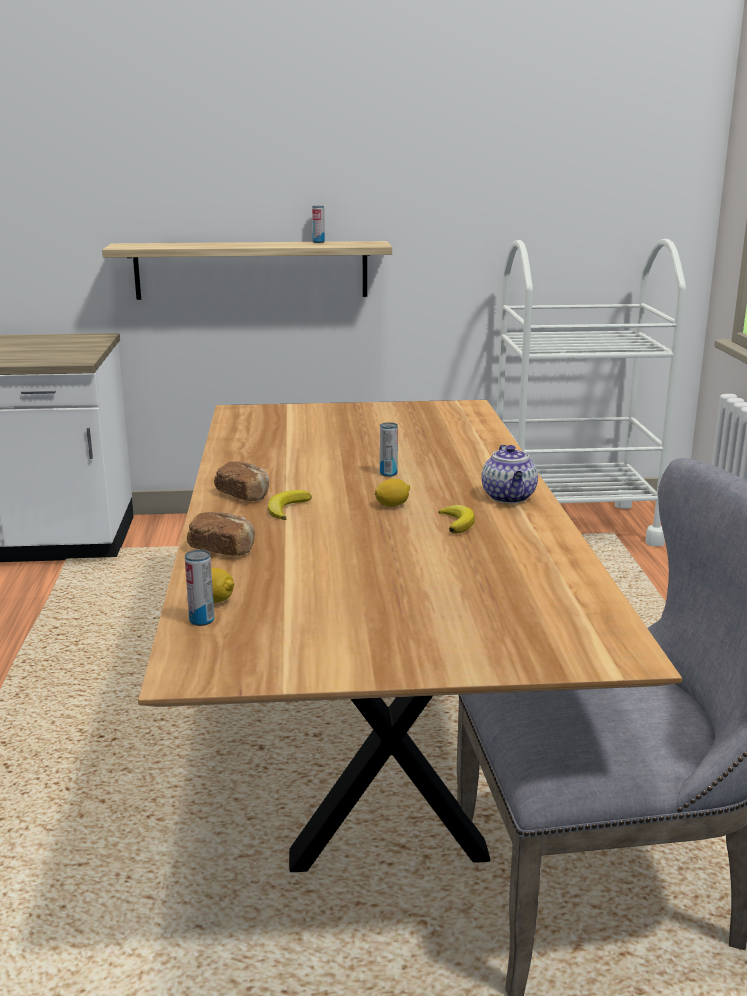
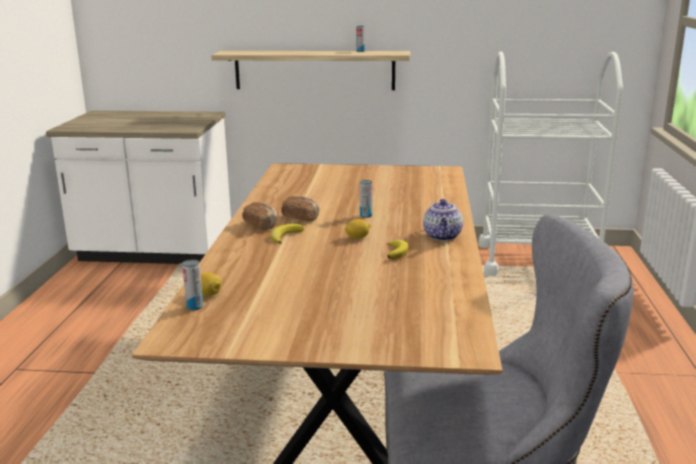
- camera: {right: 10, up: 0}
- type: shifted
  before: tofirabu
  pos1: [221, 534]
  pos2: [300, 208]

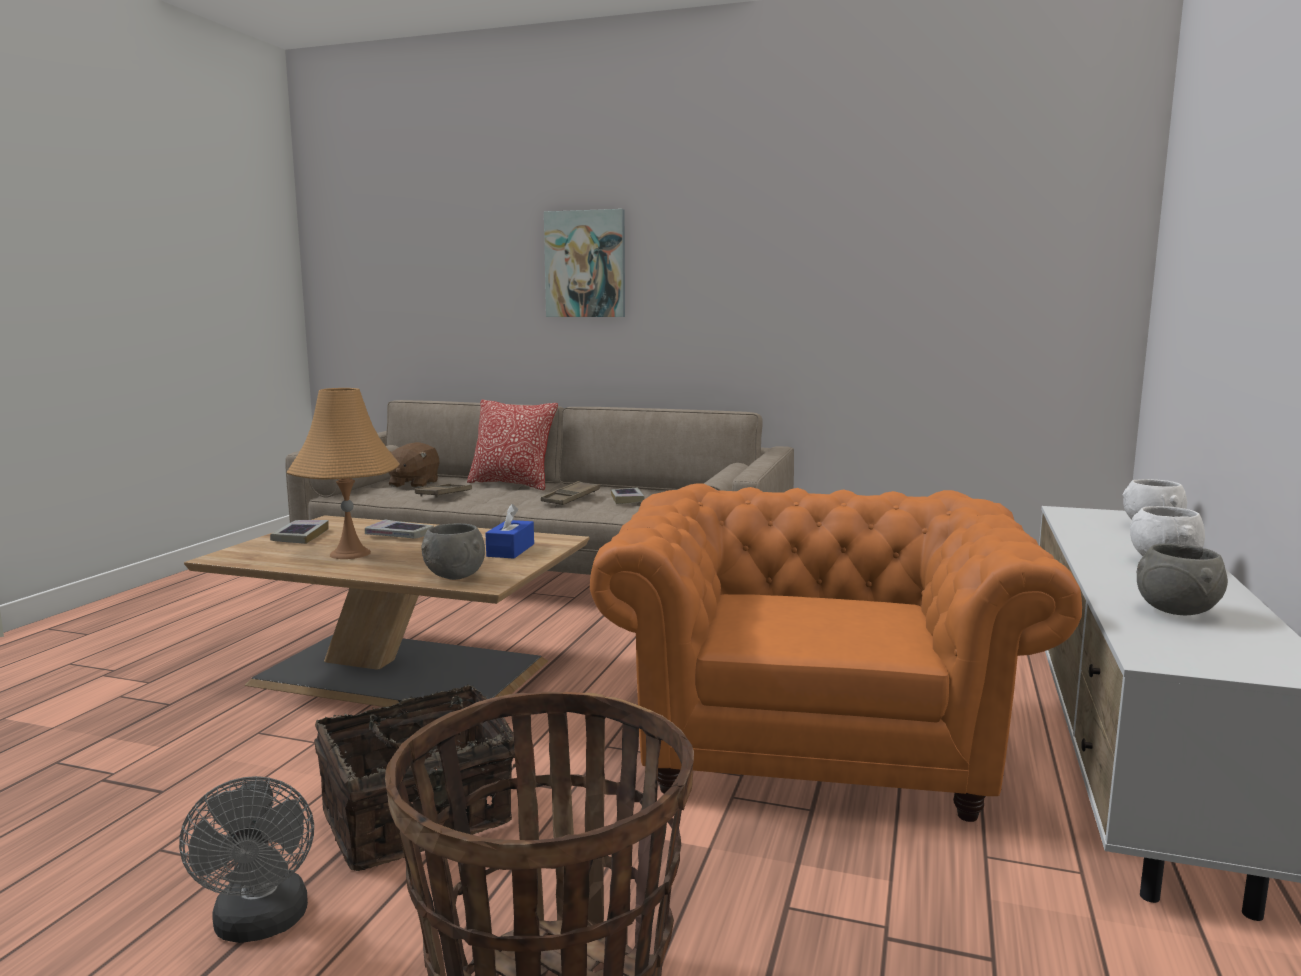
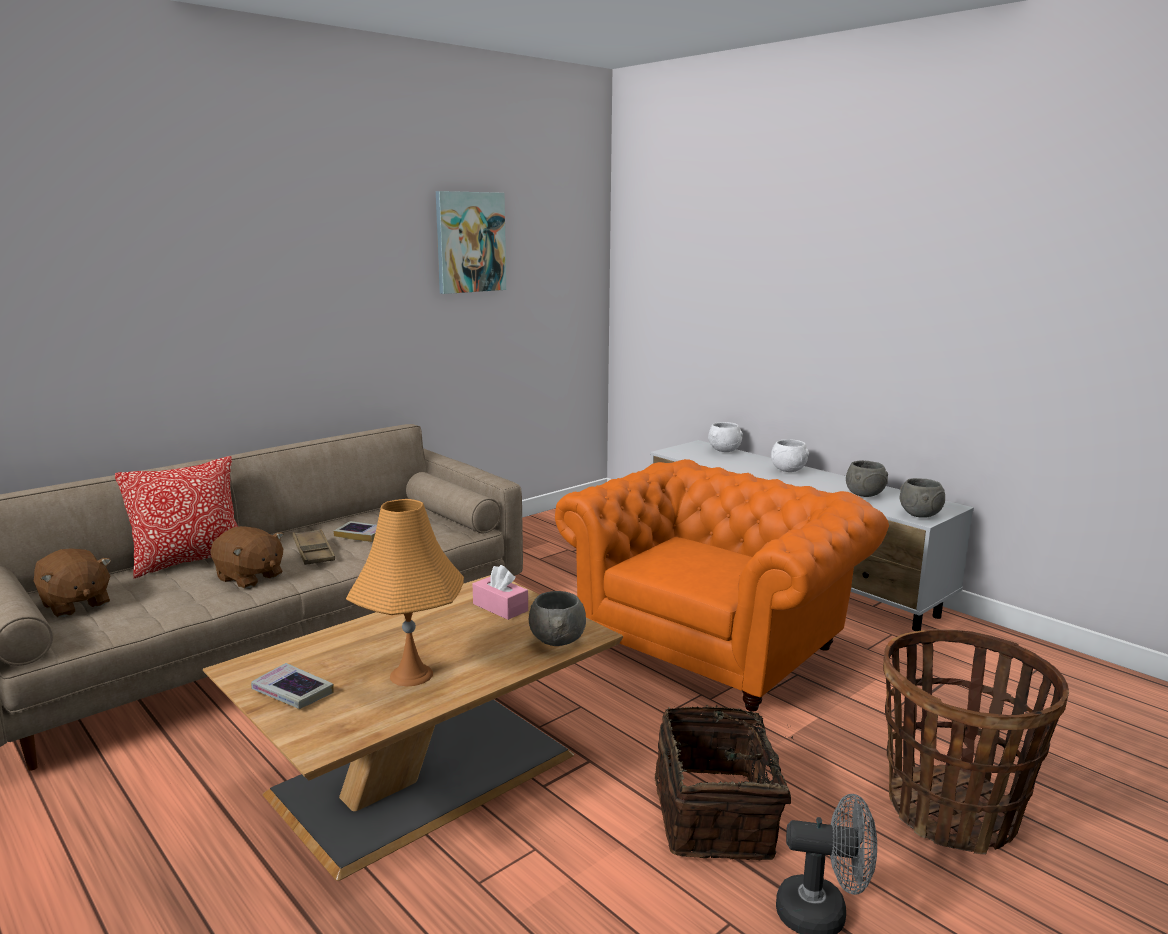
- camera: {right: -60, up: 5}
- type: new
  after: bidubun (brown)
  pos2: [247, 557]
- type: shifted
  before: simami
  pos1: [584, 263]
  pos2: [471, 242]
- type: repainted
  before: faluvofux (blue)
  after: faluvofux (pink)
  pos1: [509, 531]
  pos2: [500, 592]
- type: rotated
  before: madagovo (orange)
  pos1: [836, 652]
  pos2: [722, 585]
  turn: 90
- type: new
  after: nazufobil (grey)
  pos2: [922, 498]
- type: gone
  before: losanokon
  pos1: [399, 529]
- type: gone
  before: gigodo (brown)
  pos1: [443, 491]

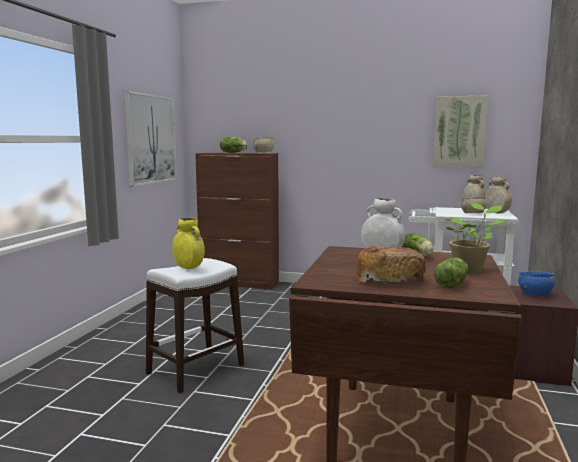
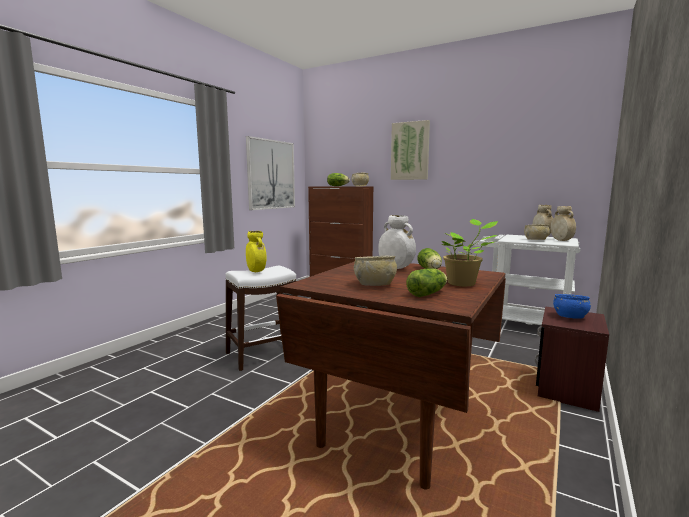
- camera: {right: 15, up: 0}
- type: swapped
  before: tofirabu
  after: nazufobil (beige)
  pos1: [391, 265]
  pos2: [375, 271]
- type: shifted
  before: simami
  pos1: [460, 131]
  pos2: [410, 150]

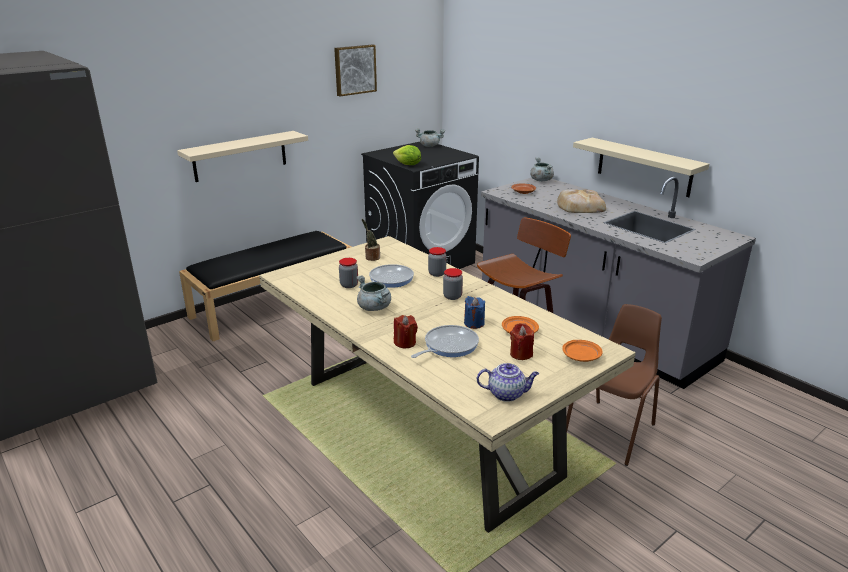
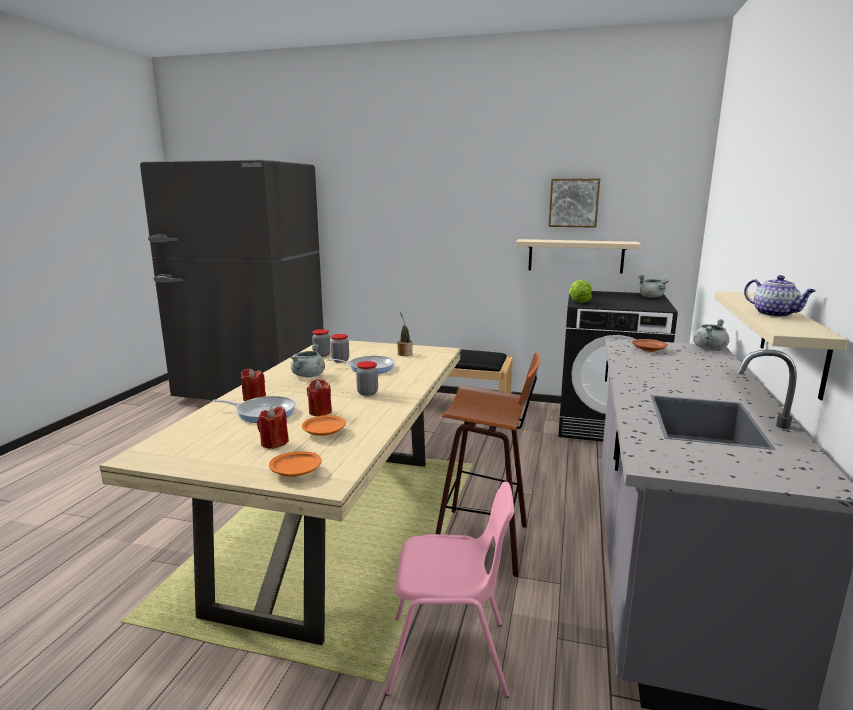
- camera: {right: 55, up: -10}
- type: repainted
  before: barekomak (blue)
  after: barekomak (red)
  pos1: [474, 312]
  pos2: [319, 397]
- type: shifted
  before: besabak
  pos1: [437, 262]
  pos2: [321, 343]
- type: repainted
  before: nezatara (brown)
  after: nezatara (pink)
  pos1: [614, 385]
  pos2: [449, 589]
- type: shifted
  before: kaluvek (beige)
  pos1: [242, 156]
  pos2: [578, 256]
- type: shifted
  before: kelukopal
  pos1: [508, 382]
  pos2: [780, 296]
- type: gone
  before: tofirabu
  pos1: [581, 201]

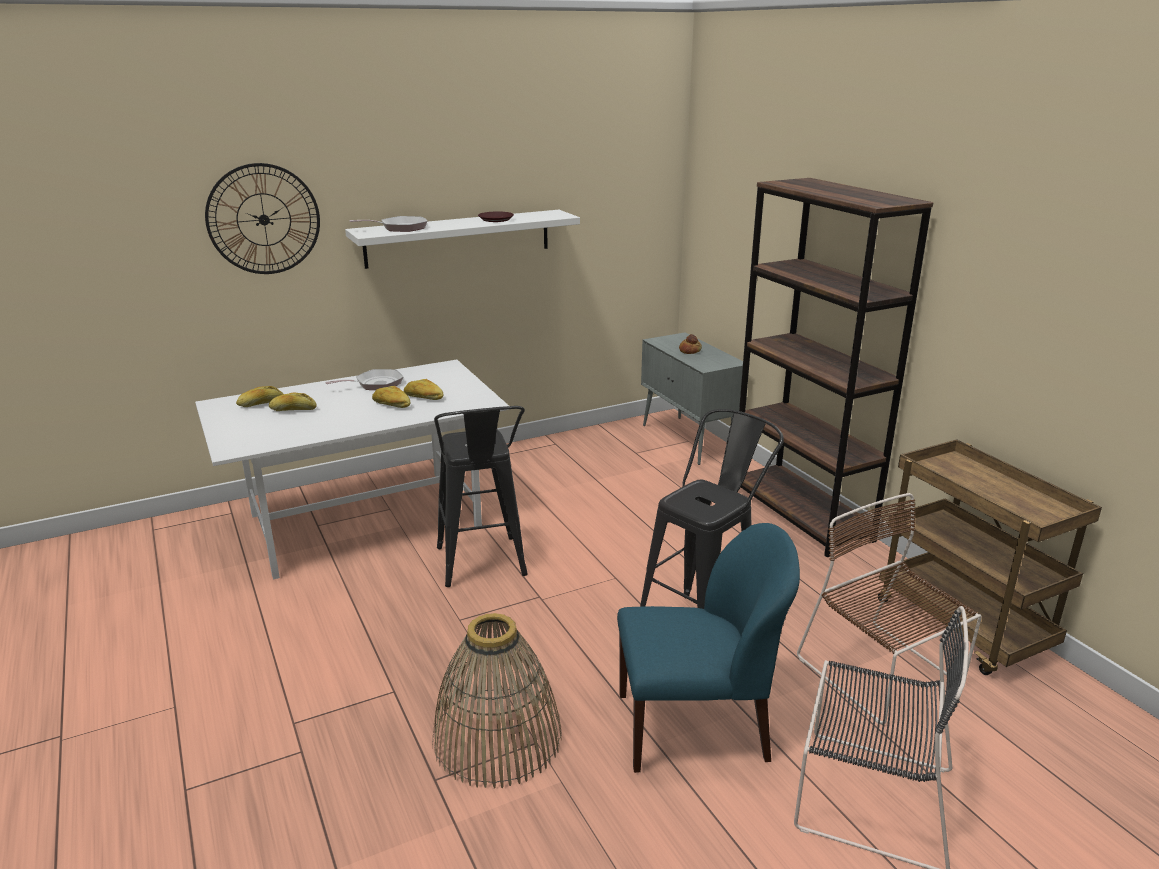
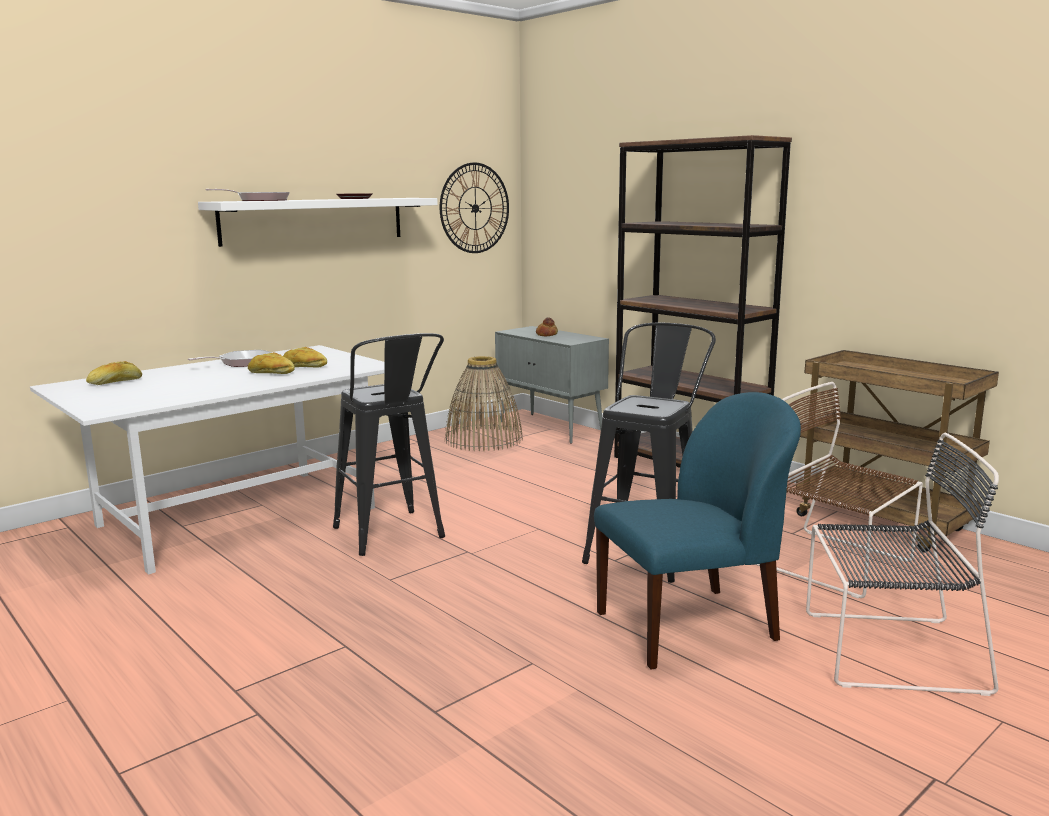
- camera: {right: -15, up: -10}
- type: shifted
  before: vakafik
  pos1: [262, 218]
  pos2: [474, 207]
- type: shifted
  before: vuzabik
  pos1: [497, 701]
  pos2: [484, 403]
- type: gone
  before: tofirabu
  pos1: [293, 402]

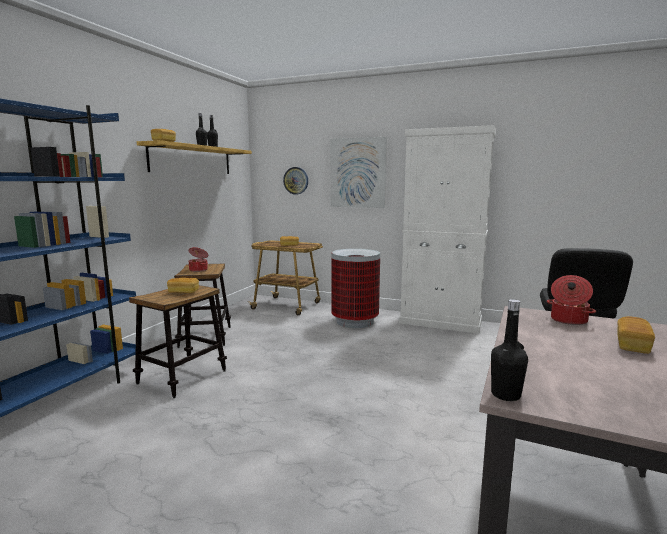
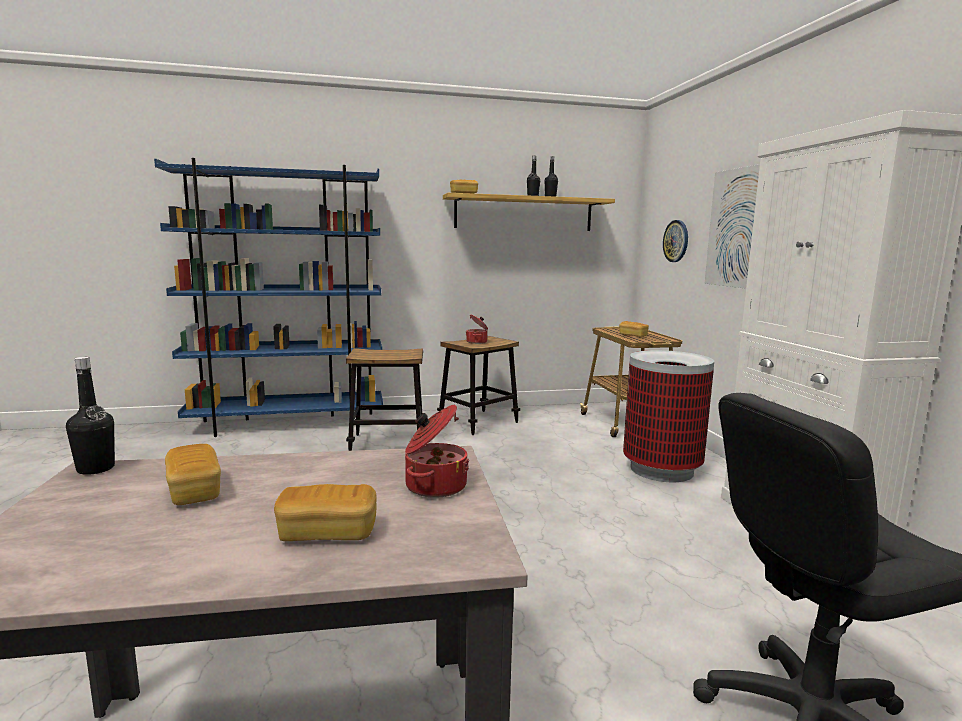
- camera: {right: 55, up: 0}
- type: shifted
  before: tofirabu
  pos1: [183, 285]
  pos2: [193, 474]

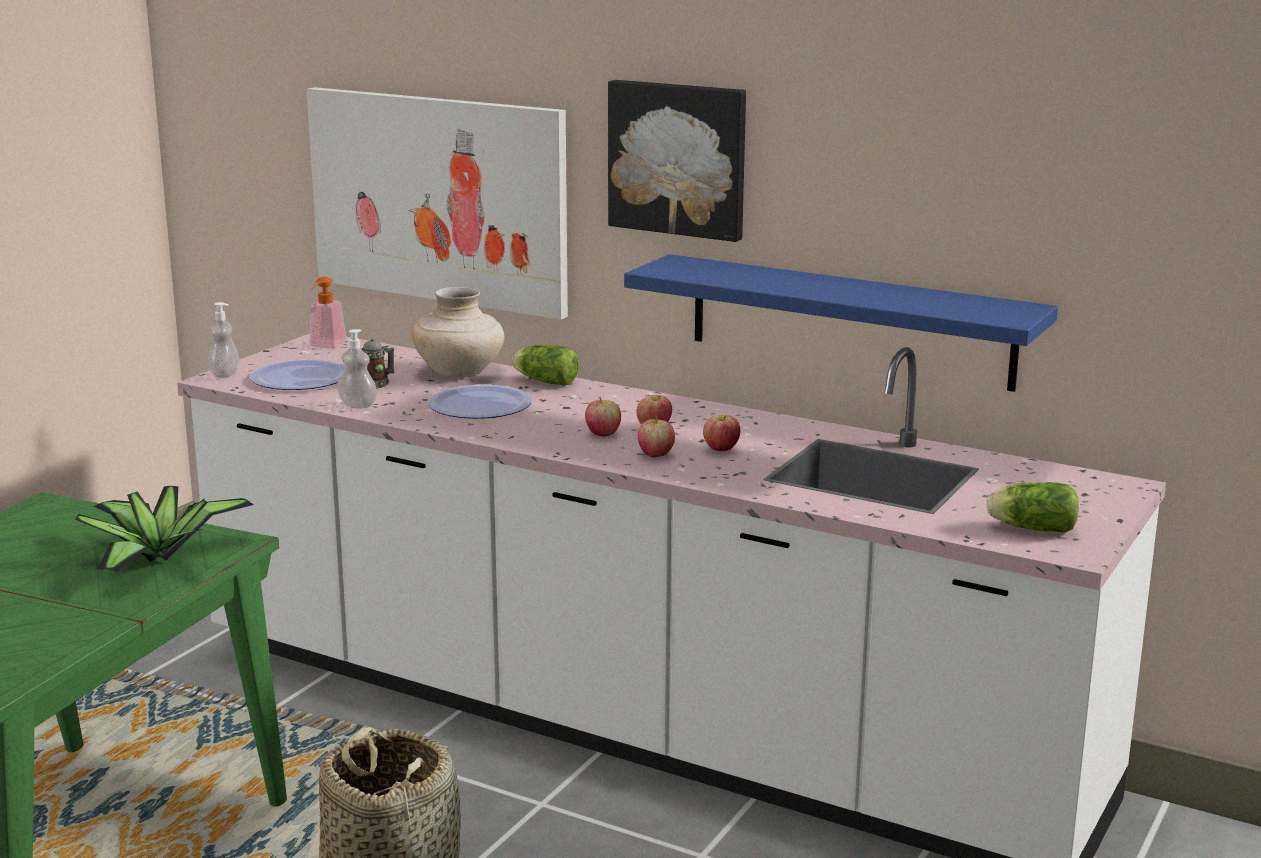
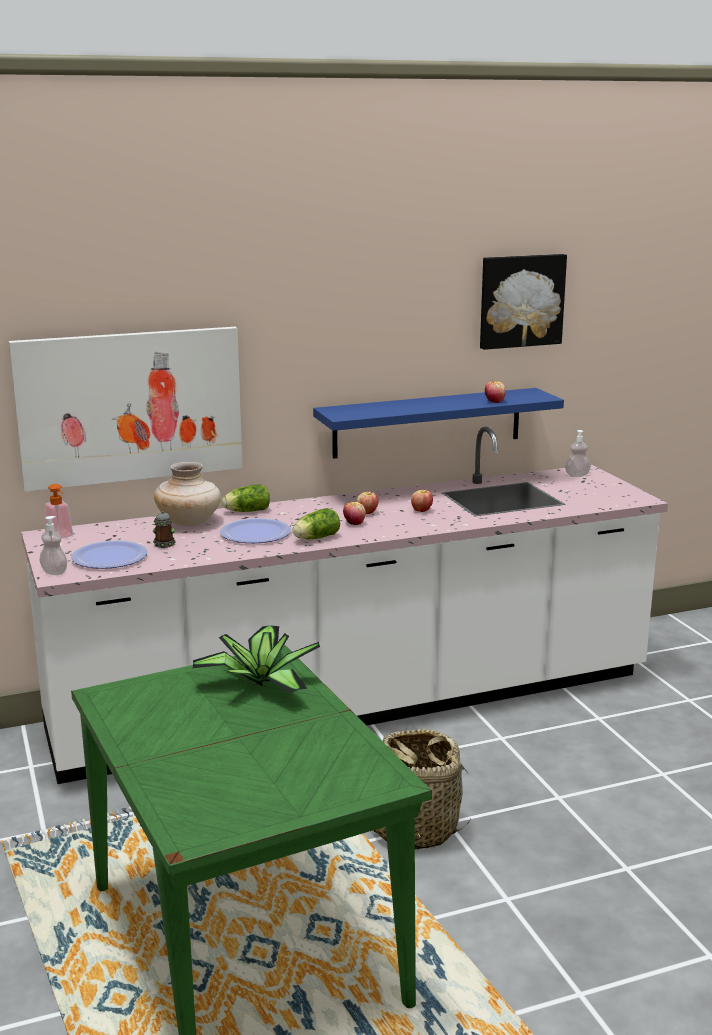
- camera: {right: -50, up: 0}
- type: shifted
  before: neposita
  pos1: [1032, 507]
  pos2: [316, 523]
- type: shifted
  before: simami
  pos1: [677, 161]
  pos2: [523, 302]
- type: shifted
  before: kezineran
  pos1: [656, 436]
  pos2: [495, 391]
- type: shifted
  before: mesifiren
  pos1: [357, 369]
  pos2: [578, 453]

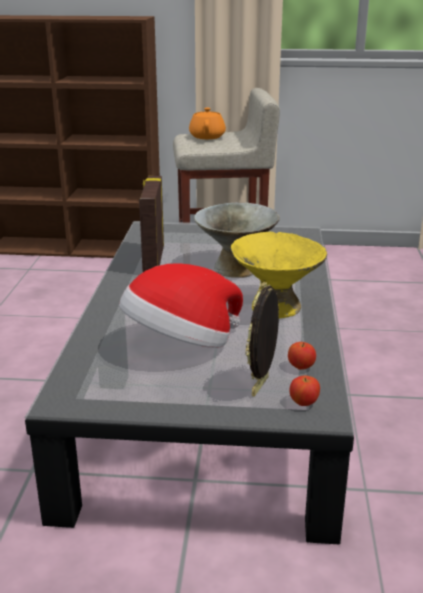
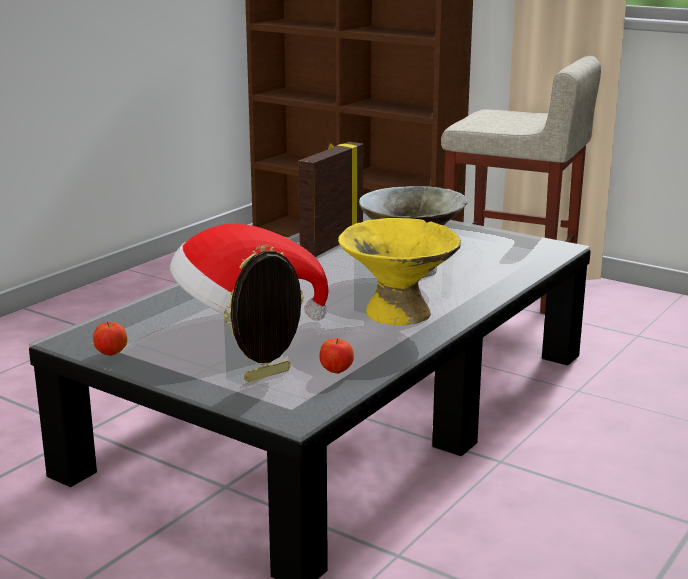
- camera: {right: 30, up: -5}
- type: shifted
  before: kezineran
  pos1: [305, 390]
  pos2: [110, 339]
- type: gone
  before: kelukopal (orange)
  pos1: [207, 123]

